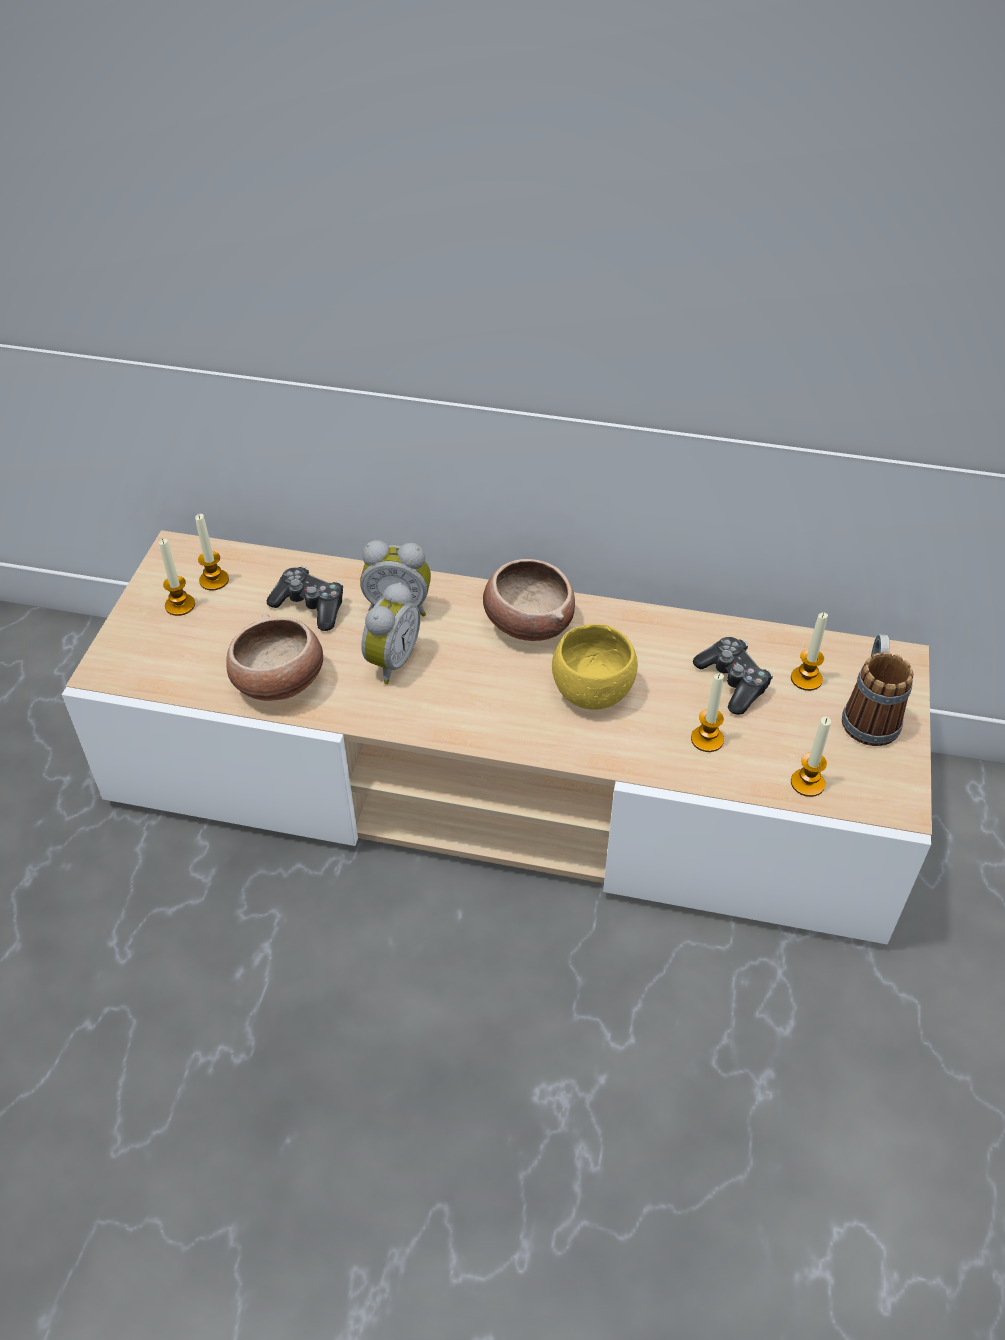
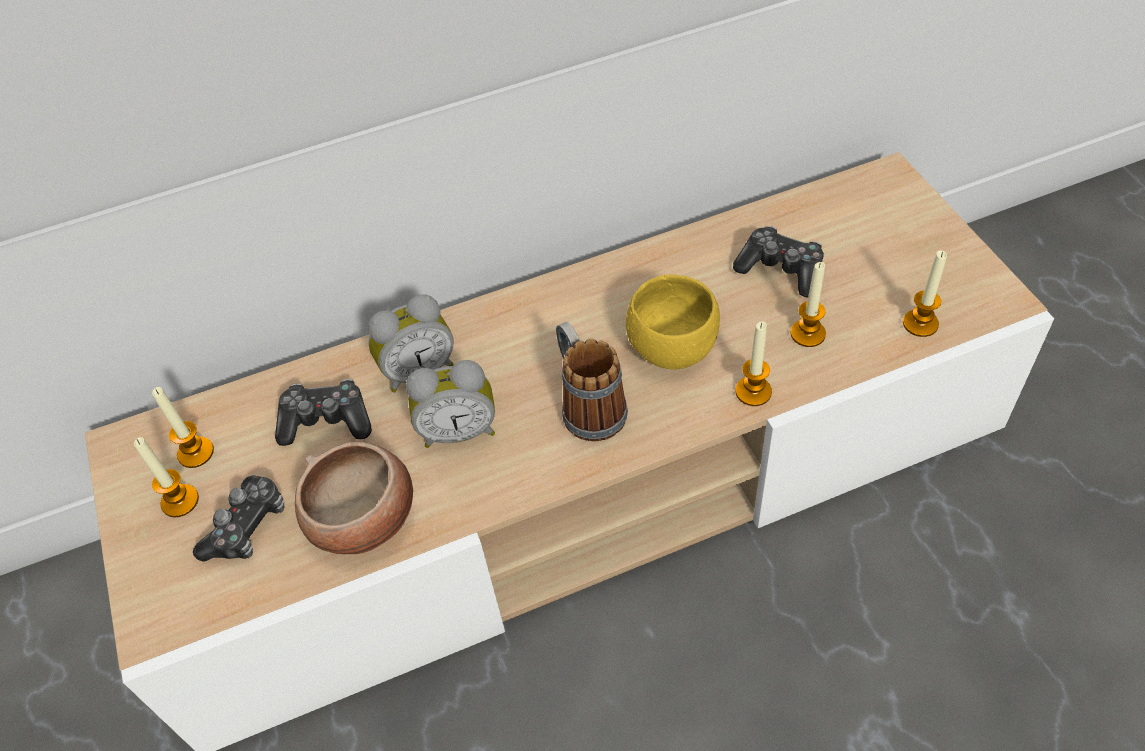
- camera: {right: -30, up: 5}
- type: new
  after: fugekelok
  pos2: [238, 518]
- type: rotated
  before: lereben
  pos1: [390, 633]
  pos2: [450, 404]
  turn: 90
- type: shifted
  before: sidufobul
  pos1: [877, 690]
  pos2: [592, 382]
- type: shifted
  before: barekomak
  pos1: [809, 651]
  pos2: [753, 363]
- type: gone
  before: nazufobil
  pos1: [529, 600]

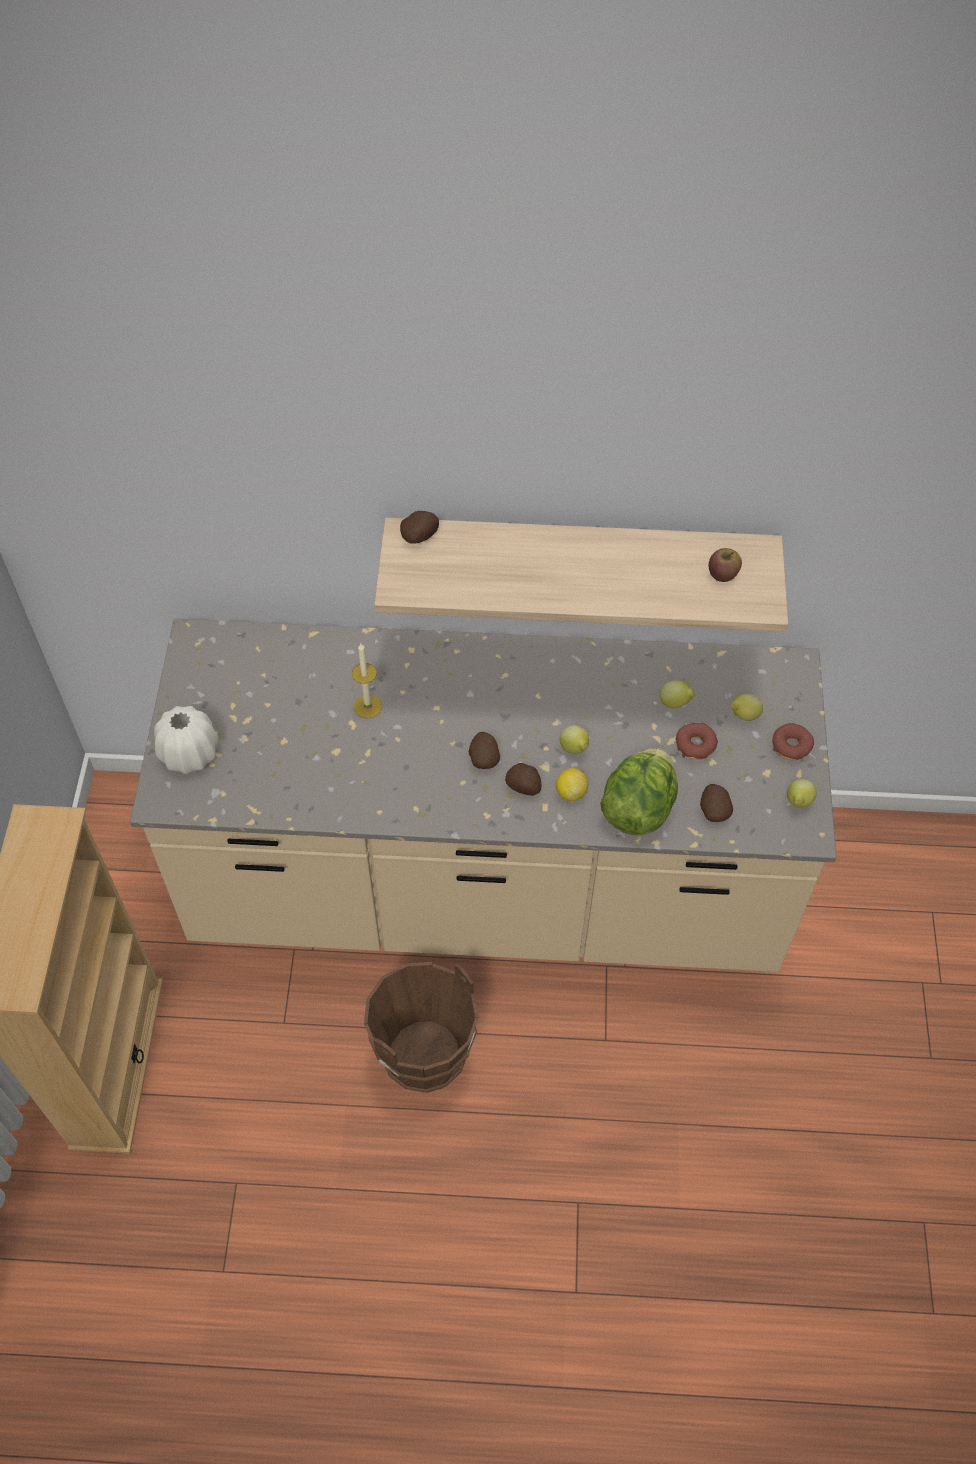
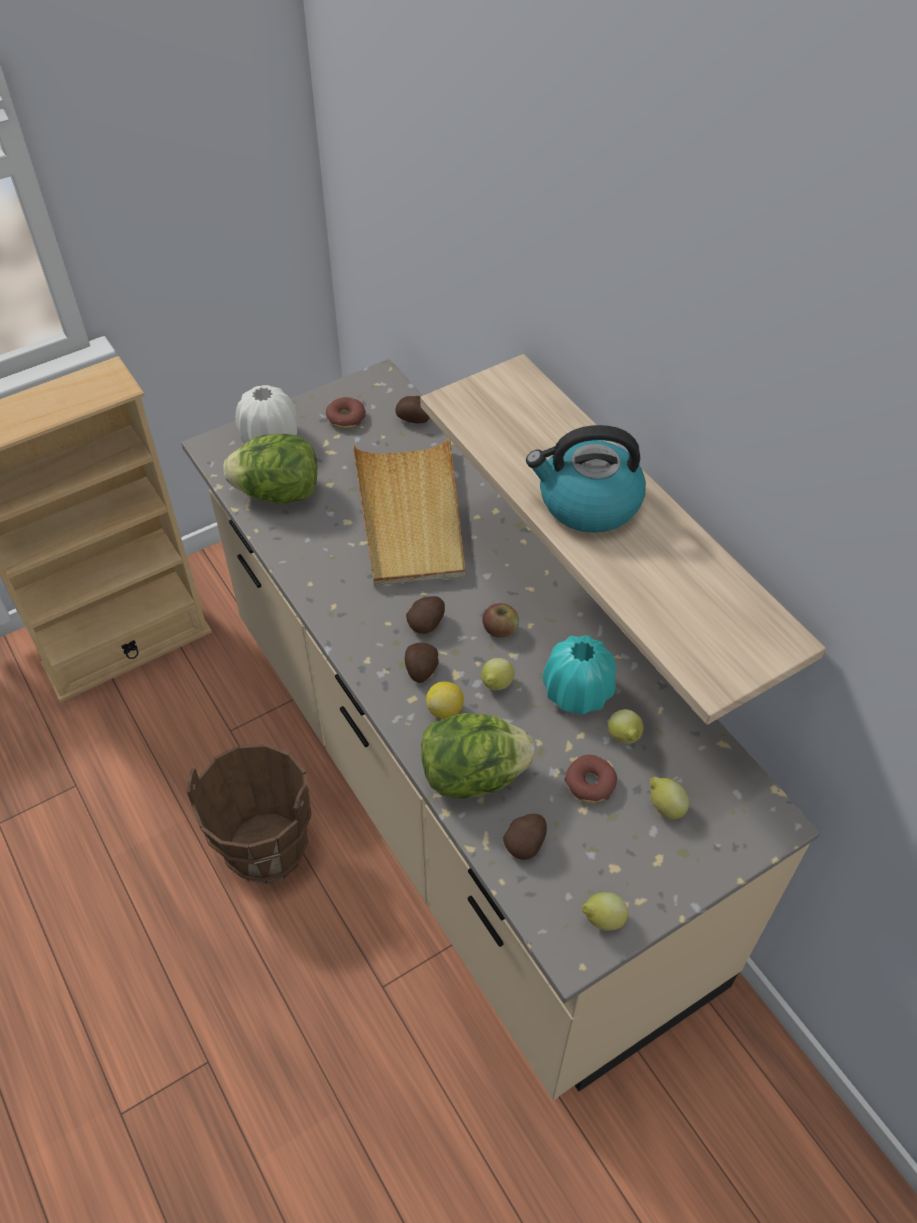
- camera: {right: 55, up: -5}
- type: new
  after: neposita
  pos2: [270, 469]
- type: shifted
  before: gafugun
  pos1: [793, 741]
  pos2: [346, 412]
- type: swapped
  before: barekomak
  after: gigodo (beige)
  pos1: [367, 680]
  pos2: [409, 512]
- type: shifted
  before: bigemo
  pos1: [419, 527]
  pos2: [412, 409]
- type: shifted
  before: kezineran
  pos1: [725, 565]
  pos2: [500, 620]
- type: new
  after: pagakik
  pos2: [586, 479]
- type: new
  after: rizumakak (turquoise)
  pos2: [579, 675]

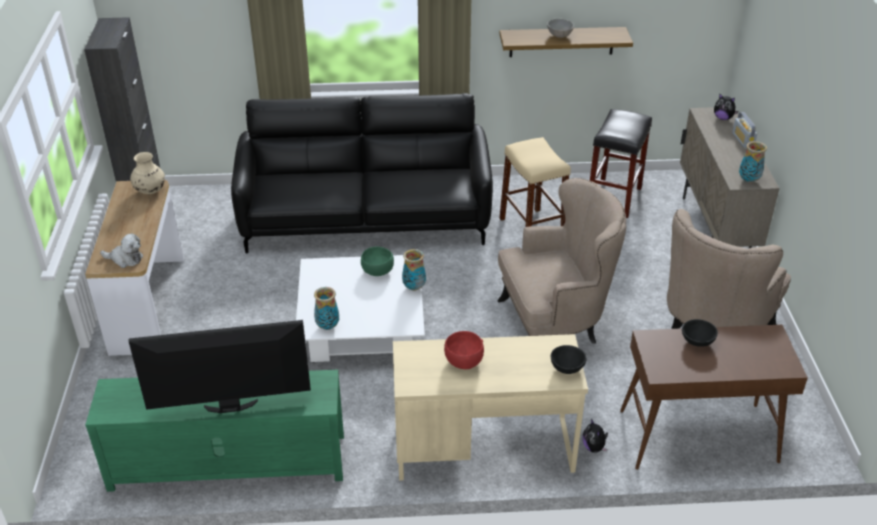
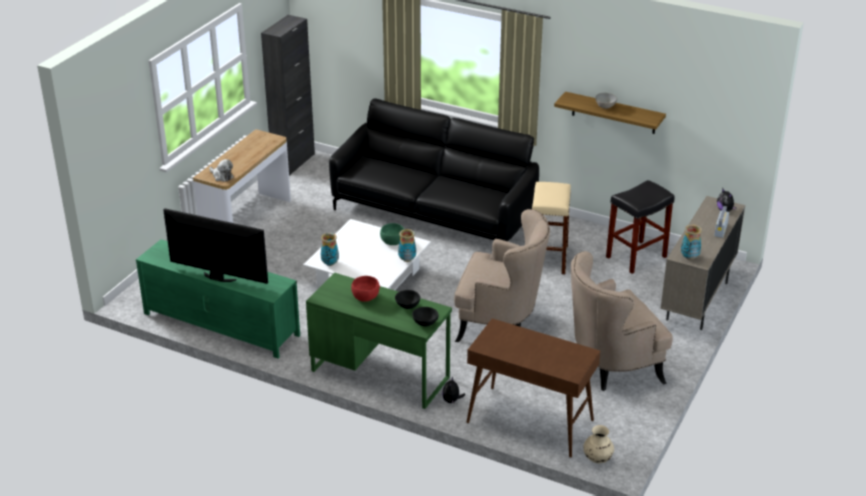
- camera: {right: 30, up: -5}
- type: repainted
  before: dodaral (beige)
  after: dodaral (green)
  pos1: [490, 407]
  pos2: [379, 341]
- type: shifted
  before: nazufobil (black)
  pos1: [700, 333]
  pos2: [407, 299]
- type: shifted
  before: rizumakak (beige)
  pos1: [147, 173]
  pos2: [598, 444]

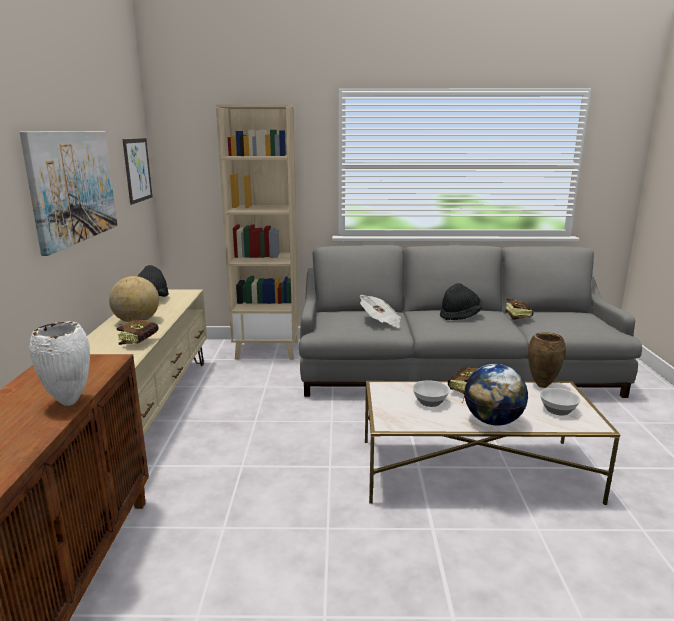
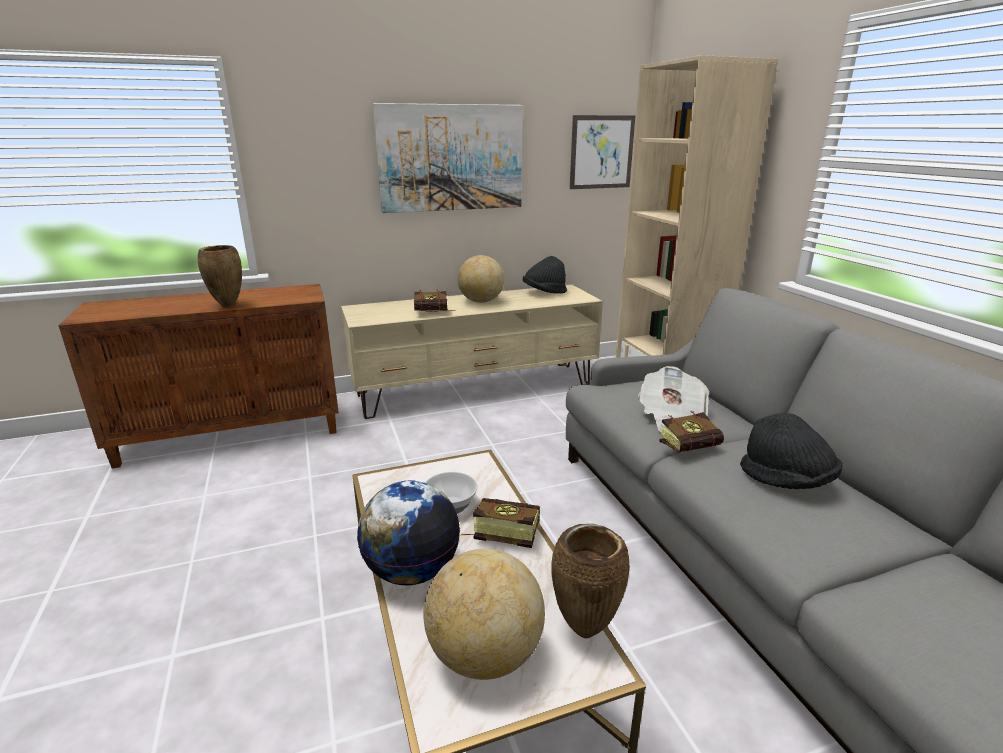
- camera: {right: 70, up: 5}
- type: repainted
  before: rizumakak (white)
  after: rizumakak (brown)
  pos1: [59, 363]
  pos2: [220, 276]
- type: swapped
  before: nazufobil
  after: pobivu
  pos1: [560, 402]
  pos2: [484, 614]
- type: shifted
  before: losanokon
  pos1: [519, 309]
  pos2: [691, 431]

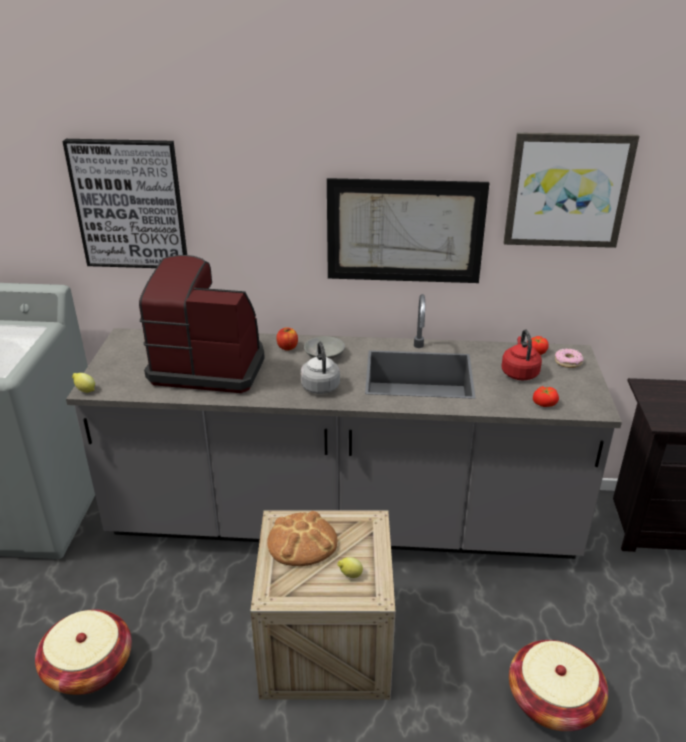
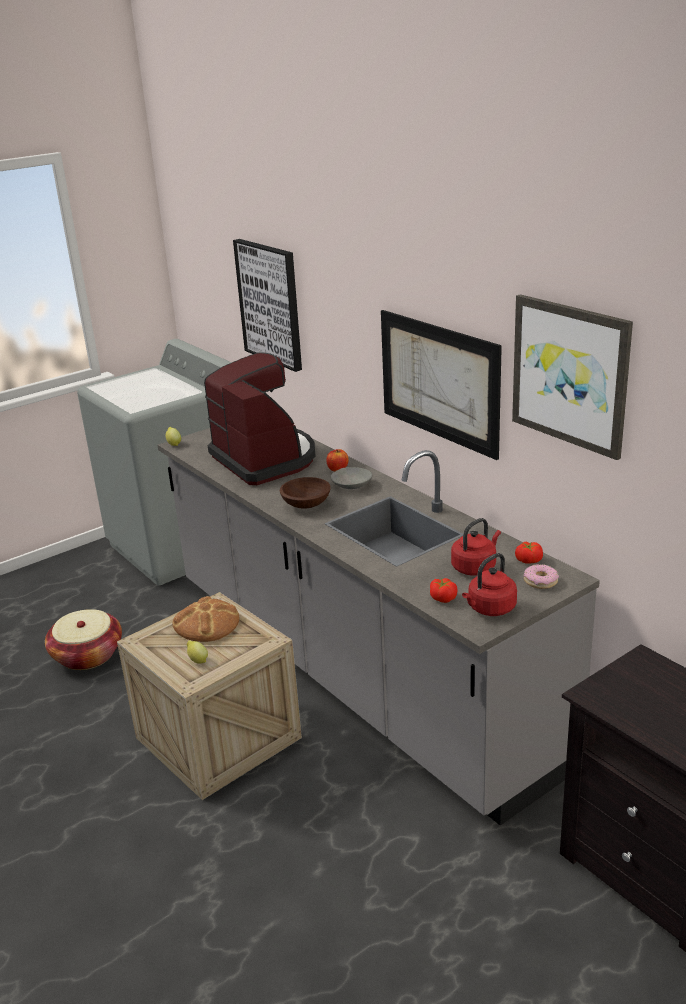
- camera: {right: 50, up: -5}
- type: swapped
  before: pagakik (grey)
  after: nazufobil (brown)
  pos1: [320, 368]
  pos2: [305, 493]
- type: new
  after: pagakik (red)
  pos2: [489, 584]
- type: gone
  before: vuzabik
  pos1: [558, 685]

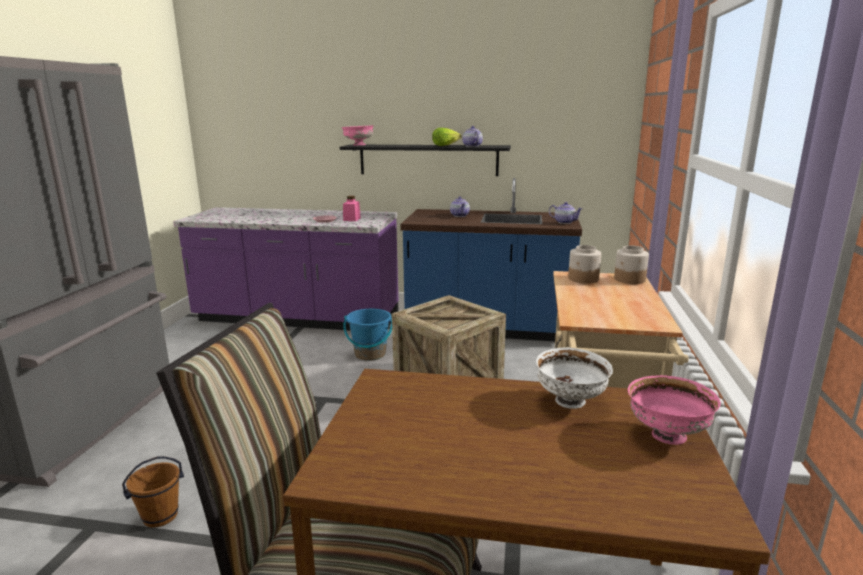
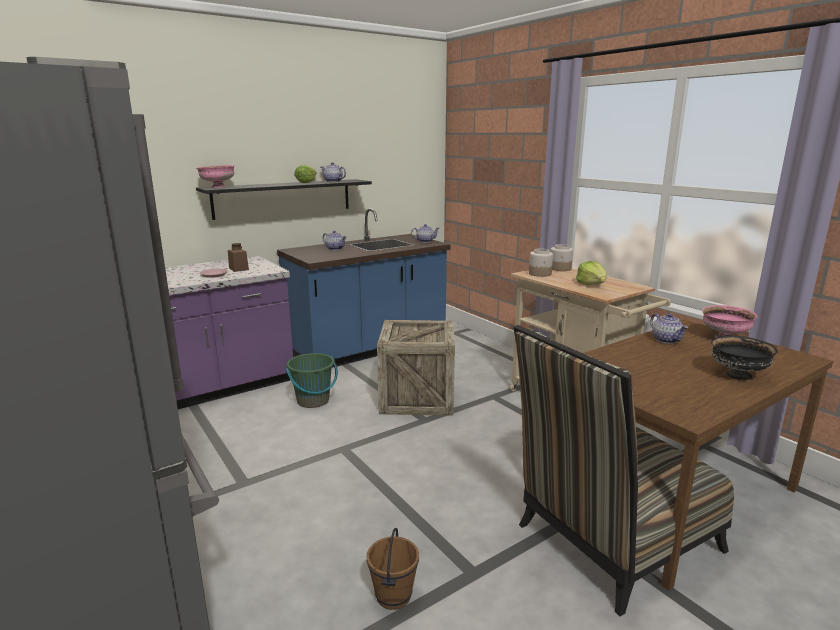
- camera: {right: -45, up: 0}
- type: repainted
  before: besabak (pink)
  after: besabak (brown)
  pos1: [352, 208]
  pos2: [238, 257]
- type: repainted
  before: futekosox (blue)
  after: futekosox (green)
  pos1: [367, 335]
  pos2: [312, 380]
- type: new
  after: neposita
  pos2: [591, 273]
- type: swapped
  before: nazufobil (white)
  after: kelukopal
  pos1: [574, 378]
  pos2: [669, 328]
- type: new
  after: nazufobil (black)
  pos2: [744, 358]

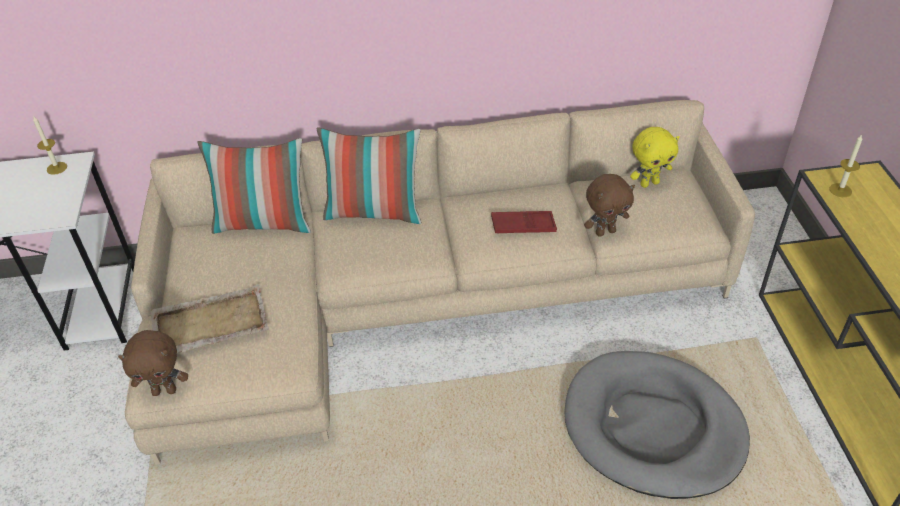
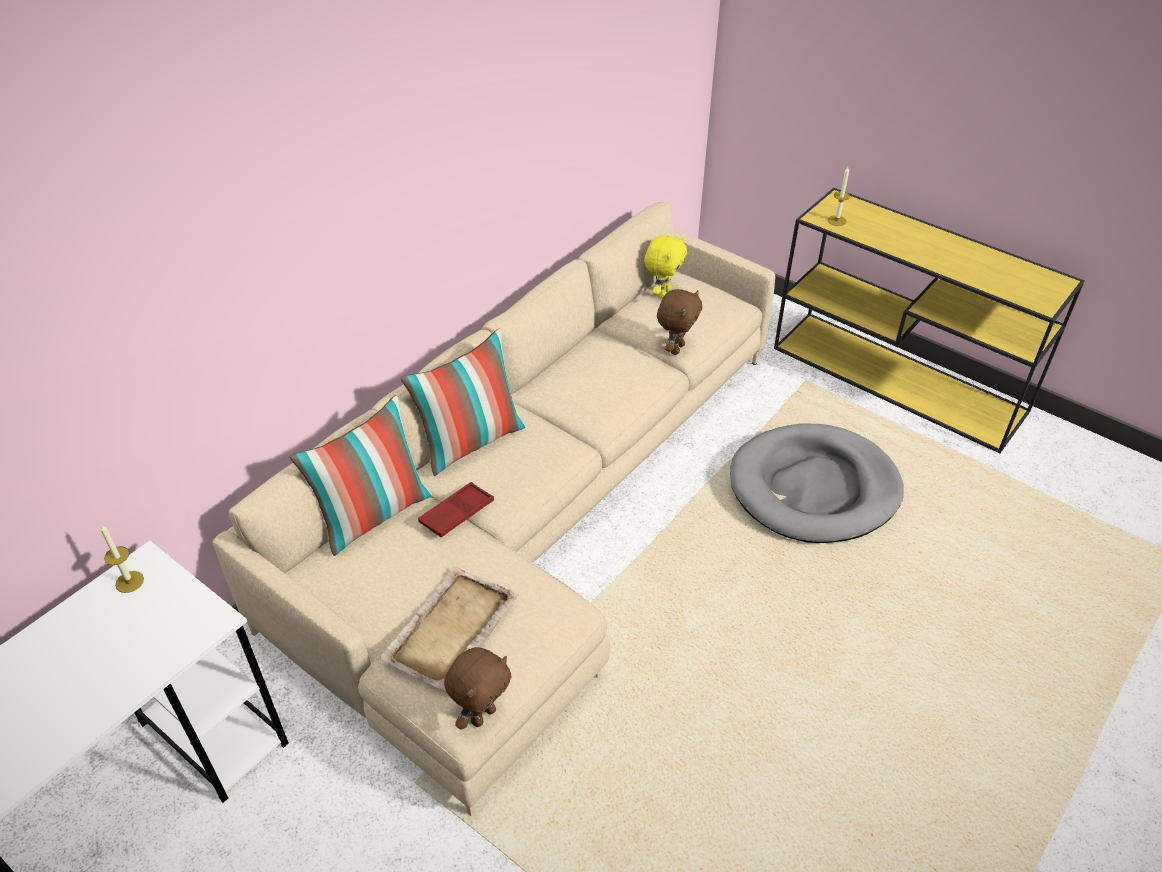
- camera: {right: -45, up: 0}
- type: shifted
  before: gigodo (red)
  pos1: [524, 222]
  pos2: [456, 509]

